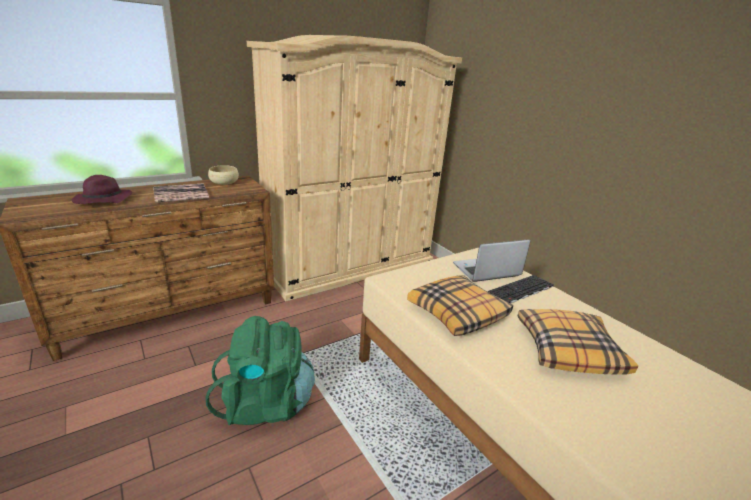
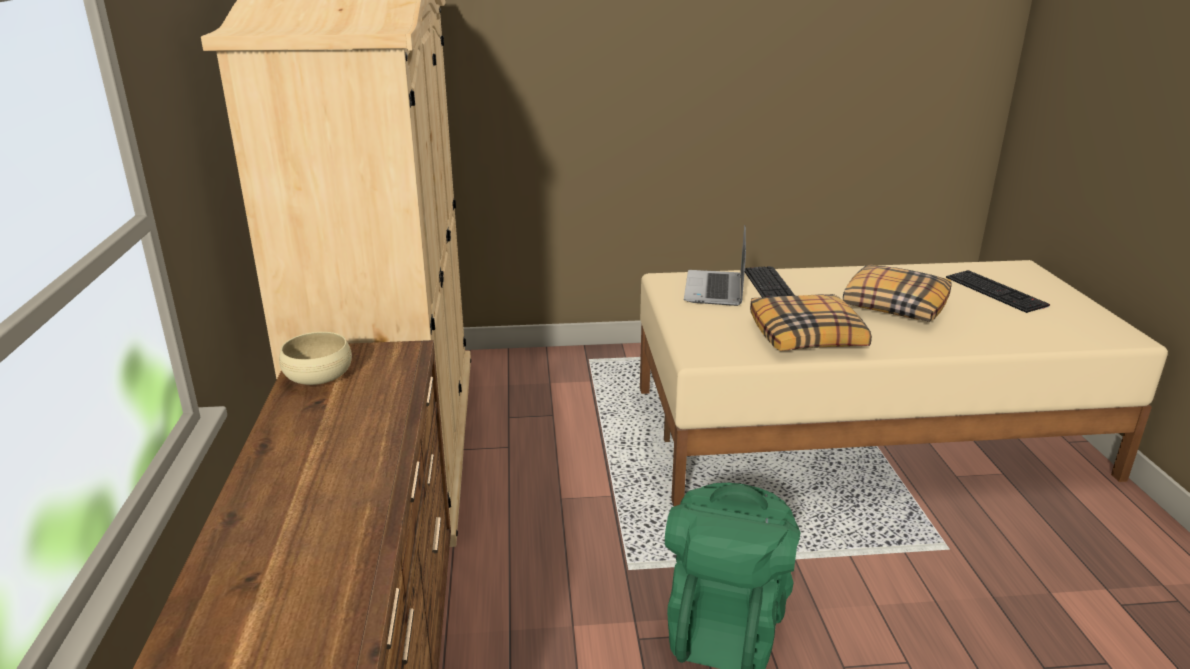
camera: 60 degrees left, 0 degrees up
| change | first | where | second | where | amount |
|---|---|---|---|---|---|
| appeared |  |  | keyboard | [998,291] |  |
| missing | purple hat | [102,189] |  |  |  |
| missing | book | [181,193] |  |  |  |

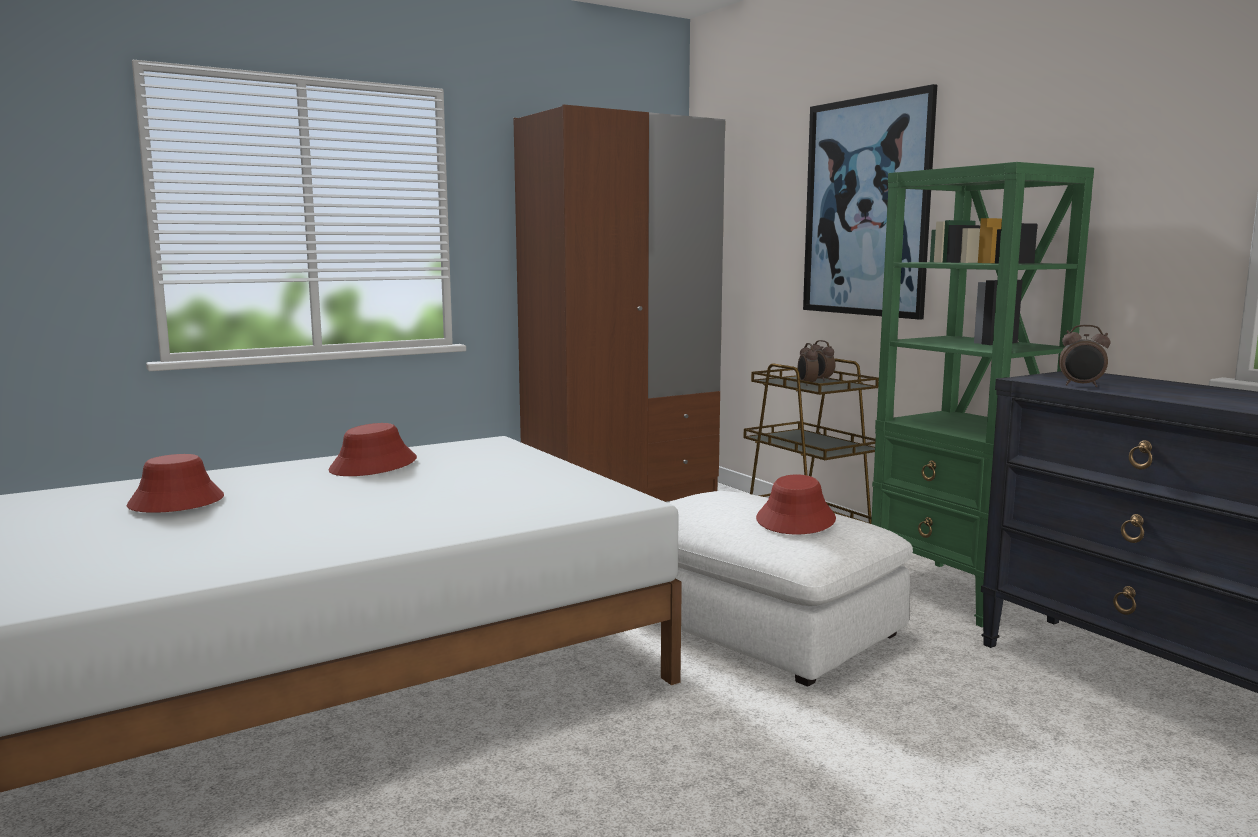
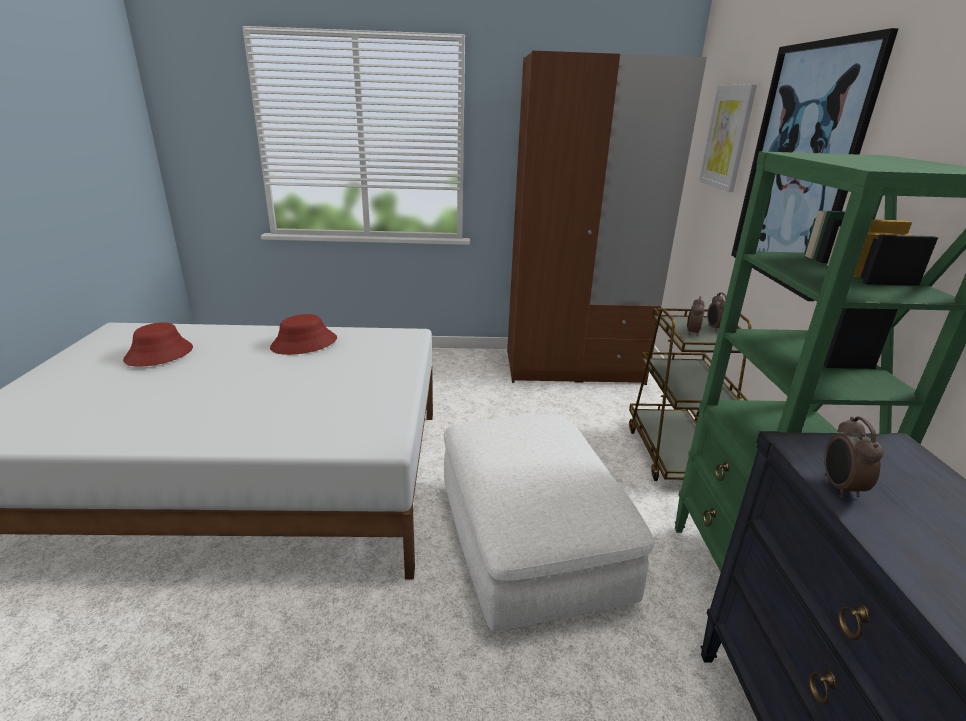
camera: 30 degrees right, 15 degrees up
| change | first | where | second | where | amount |
|---|---|---|---|---|---|
| appeared |  |  | picture | [728,138] |  |
| spun | alarm clock | [1085,356] |  | [854,457] | 45 degrees clockwise |
| missing | red hat | [796,504] |  |  |  |

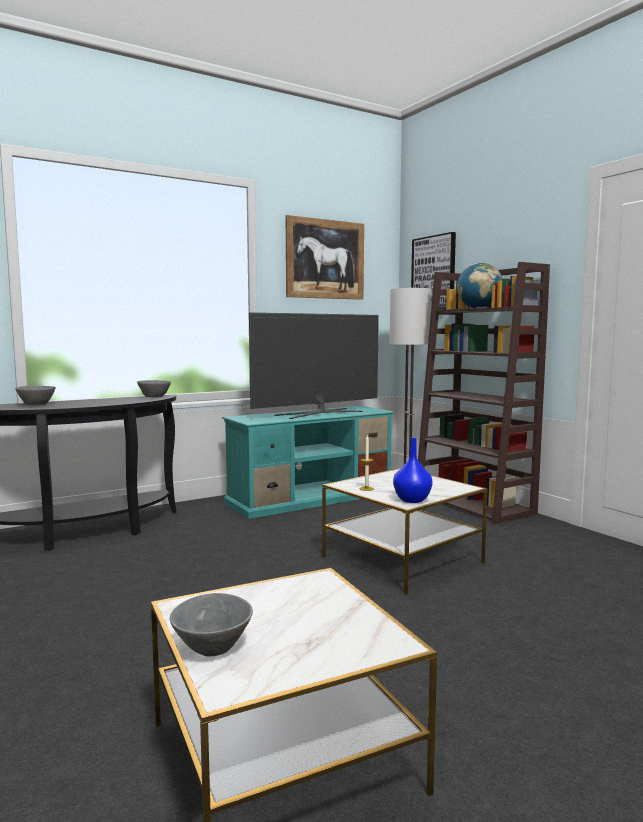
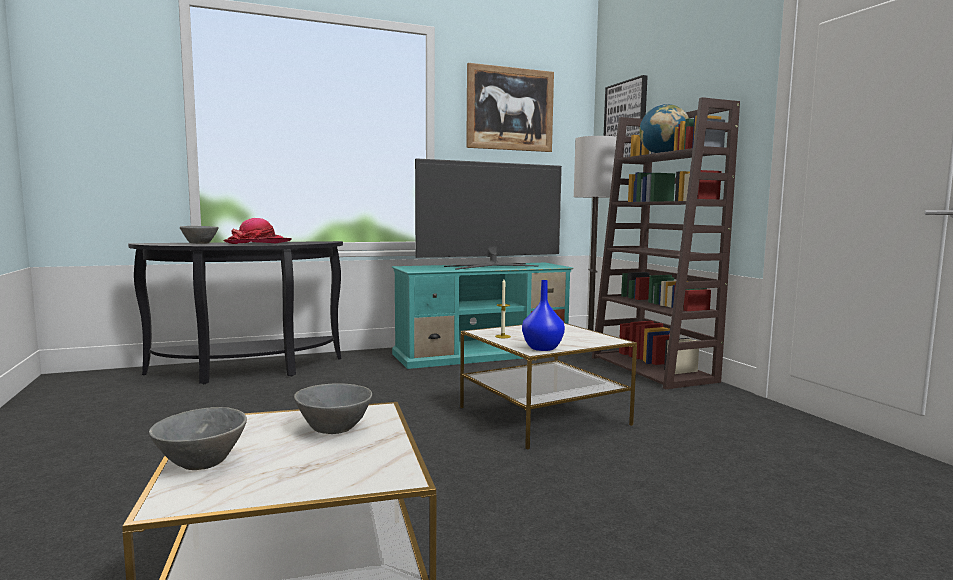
camera: 10 degrees right, 0 degrees up
| change | first | where | second | where | amount |
|---|---|---|---|---|---|
| appeared |  |  | hat | [257,231] |  |
| relocated | grey bowl | [154,389] |  | [333,408] |  |

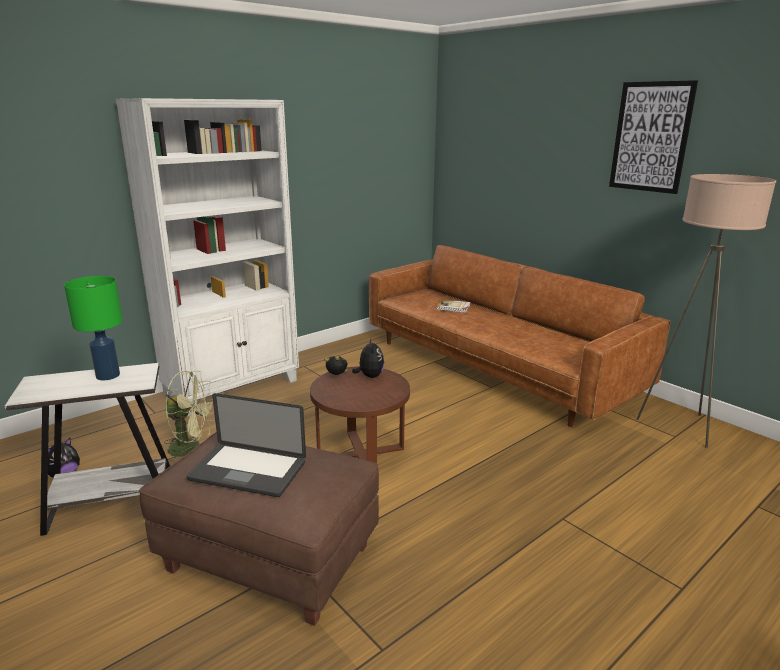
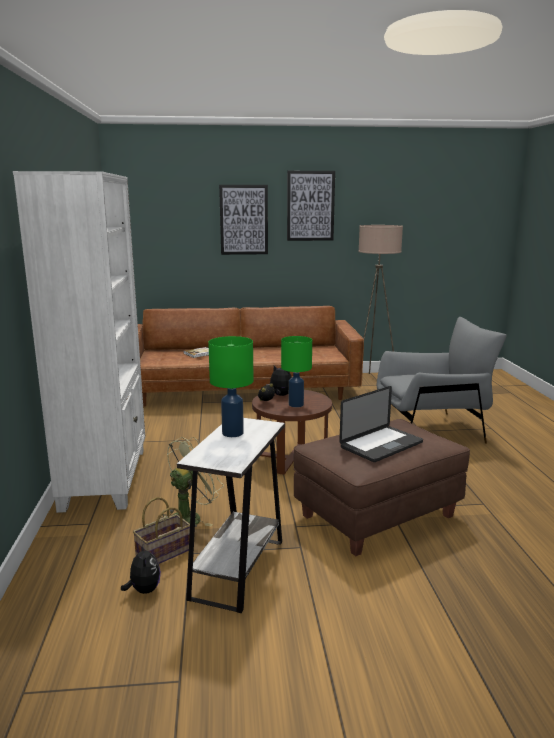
camera: 55 degrees left, 5 degrees down
| change | first | where | second | where | amount |
|---|---|---|---|---|---|
| appeared |  |  | basket | [161,530] |  |
| appeared |  |  | picture | [243,220] |  |
| appeared |  |  | green table lamp | [296,371] |  |
| appeared |  |  | grey armchair | [442,380] |  |

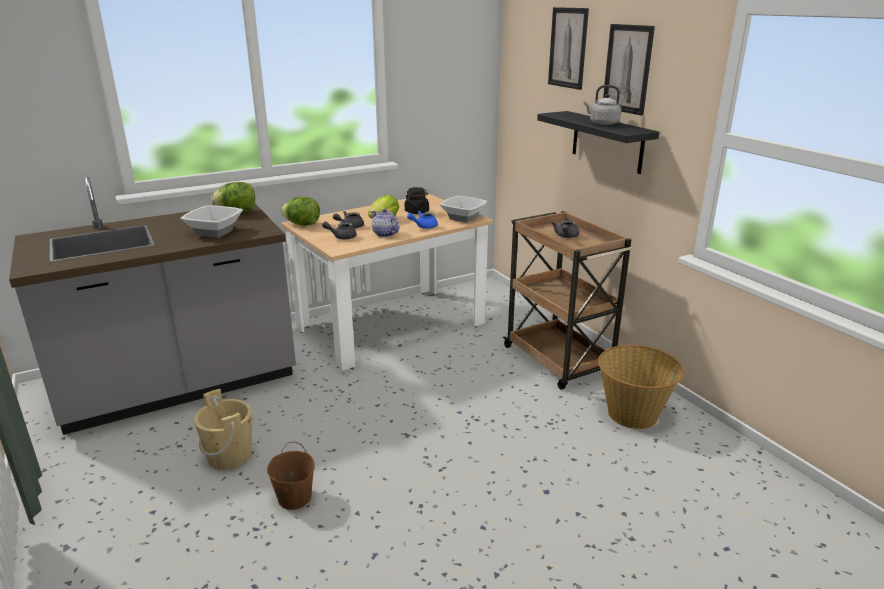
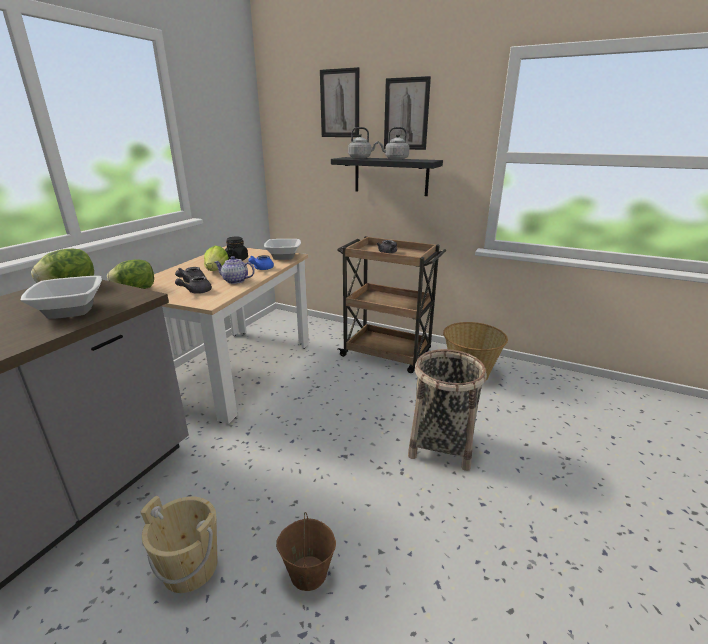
camera: 35 degrees left, 0 degrees up
| change | first | where | second | where | amount |
|---|---|---|---|---|---|
| appeared |  |  | grey kettle | [363,143] |  |
| appeared |  |  | basket | [447,410] |  |

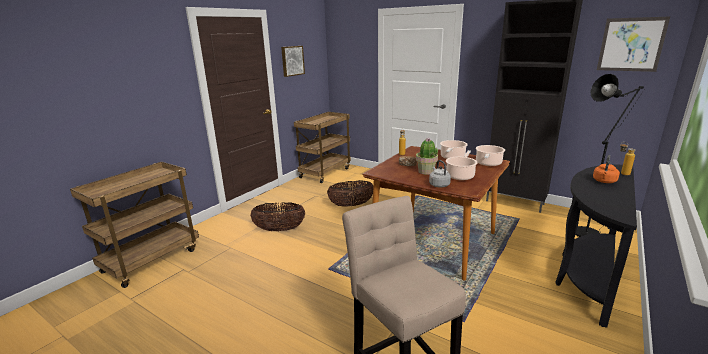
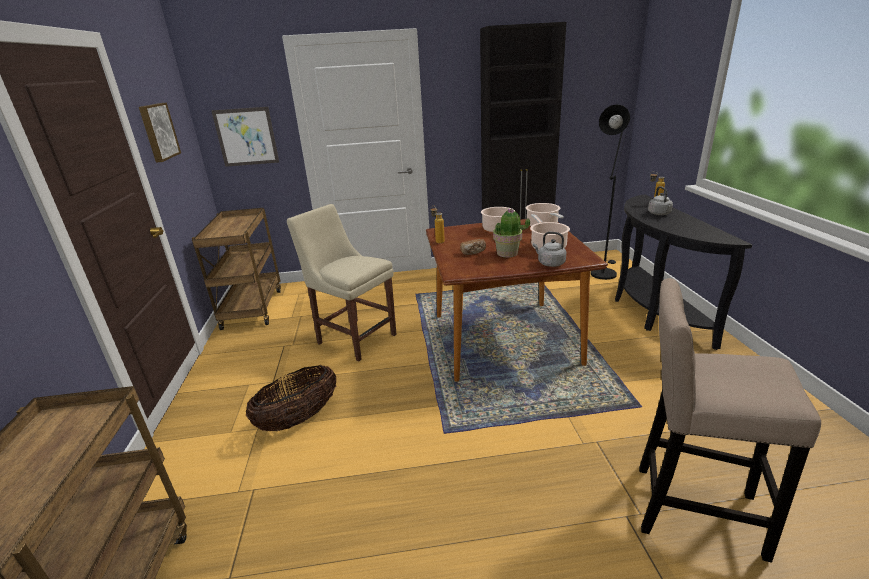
camera: 40 degrees left, 5 degrees up
| change | first | where | second | where | amount |
|---|---|---|---|---|---|
| relocated | picture | [633,44] |  | [245,137] |  |
| exchanged | basket | [350,193] | beige chair | [342,282] |  |
| colour | orange kettle | [606,169] | grey kettle | [660,200] |  |

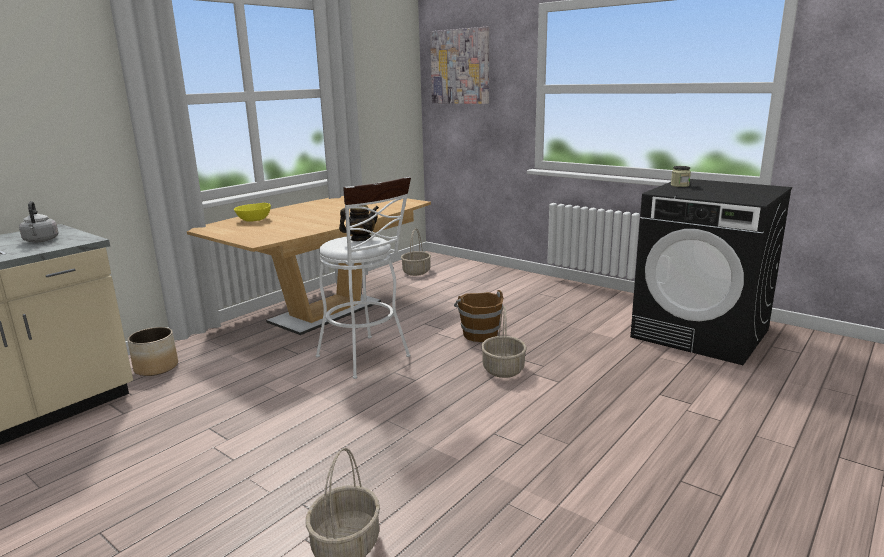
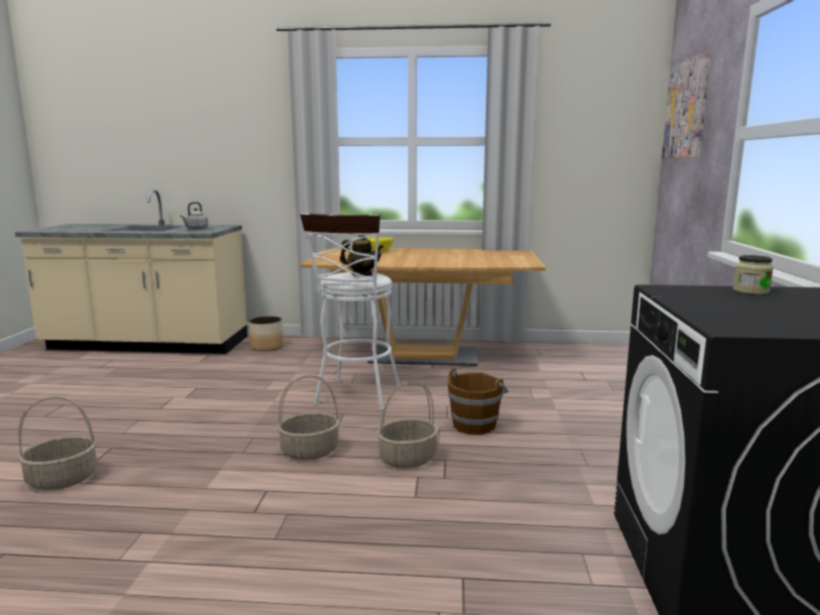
camera: 55 degrees right, 5 degrees down
| change | first | where | second | where | amount |
|---|---|---|---|---|---|
| relocated | basket | [416,252] |  | [308,417] |  |

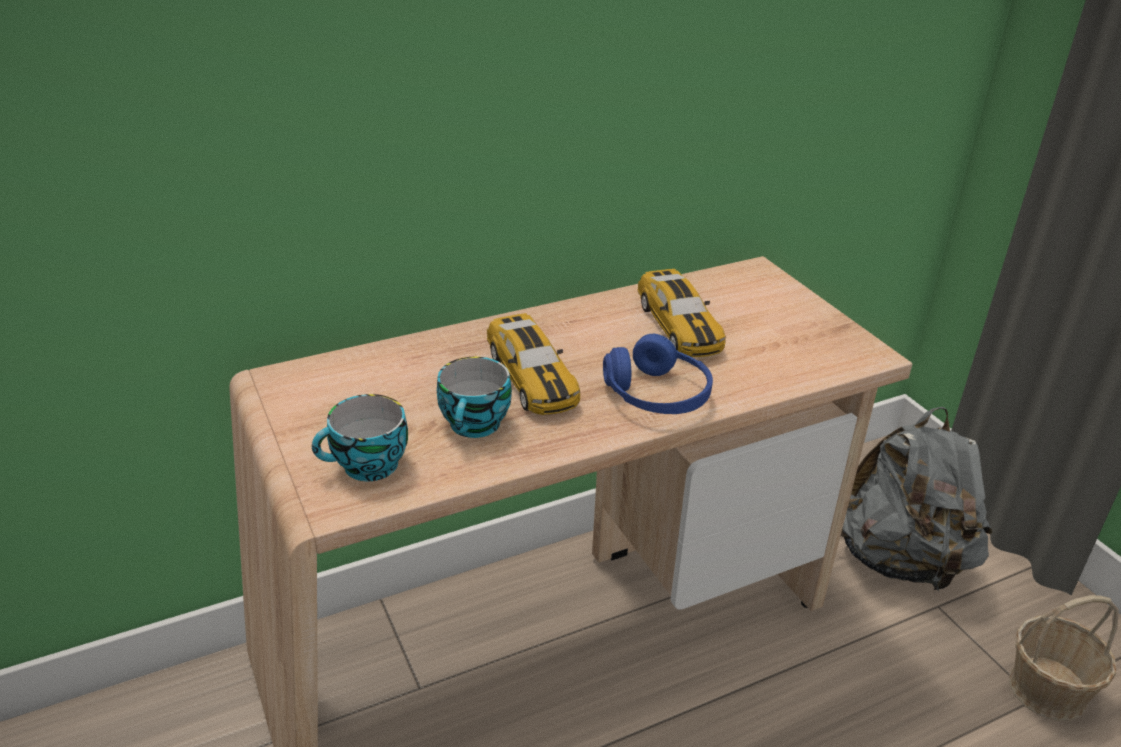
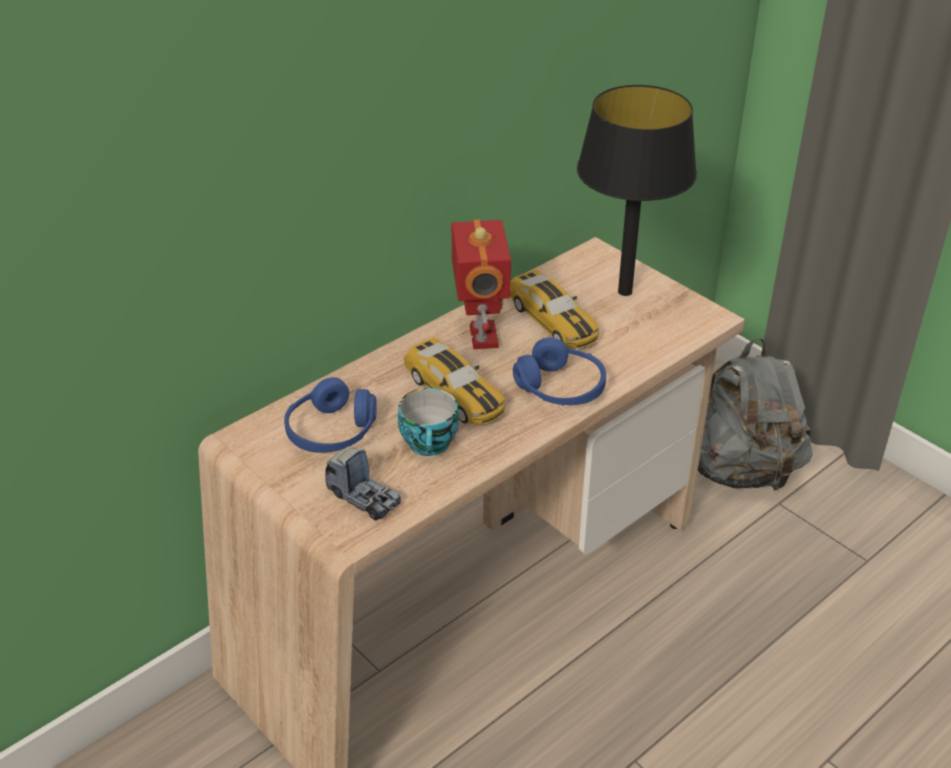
camera: 15 degrees left, 5 degrees up
| change | first | where | second | where | amount |
|---|---|---|---|---|---|
| appeared |  |  | blue headphones | [330,415] |  |
| exchanged | cup | [360,437] | toy truck | [363,483] |  |
| appeared |  |  | toy robot | [481,284] |  |
| appeared |  |  | black table lamp | [637,190] |  |
| missing | basket | [1064,658] |  |  |  |

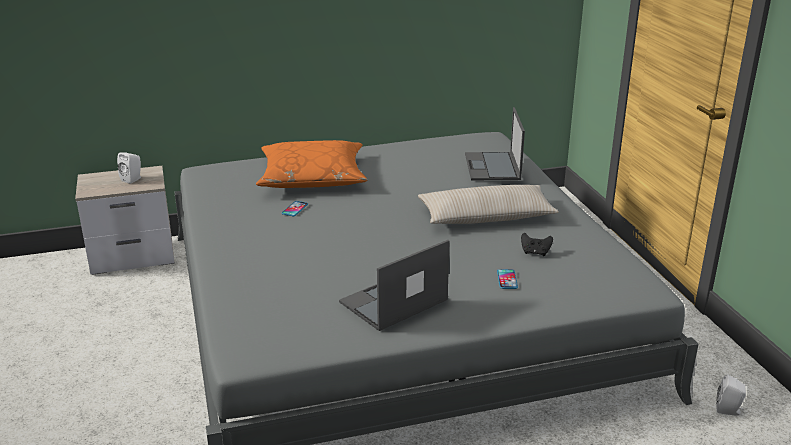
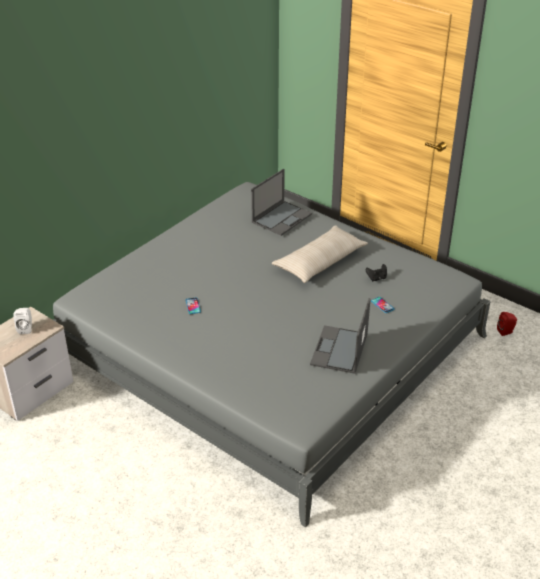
camera: 35 degrees left, 10 degrees up
| change | first | where | second | where | amount |
|---|---|---|---|---|---|
| spun | laptop | [495,143] |  | [281,202] | 105 degrees counterclockwise |
| colour | white speaker | [731,395] | red speaker | [507,324] |  |
| missing | orange pillow | [312,164] |  |  |  |

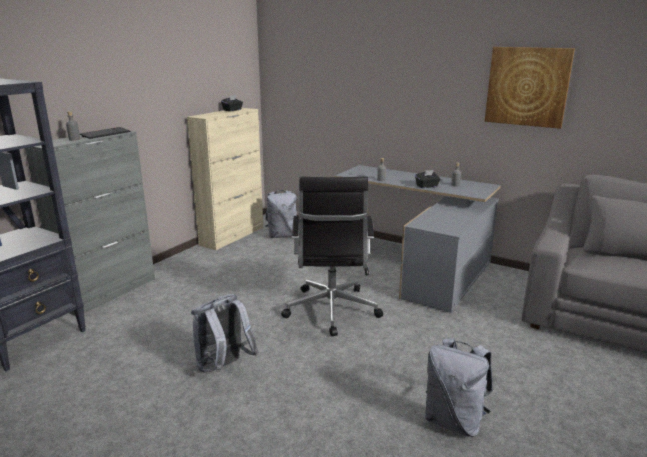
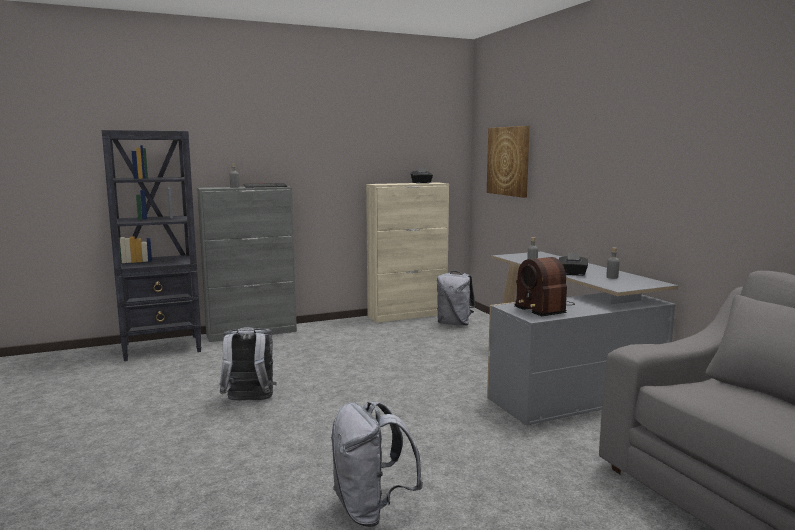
camera: 35 degrees right, 10 degrees down
| change | first | where | second | where | amount |
|---|---|---|---|---|---|
| relocated | picture | [529,88] |  | [508,162] |  |
| appeared |  |  | radio | [544,286] |  |
| missing | black office chair | [332,256] |  |  |  |

